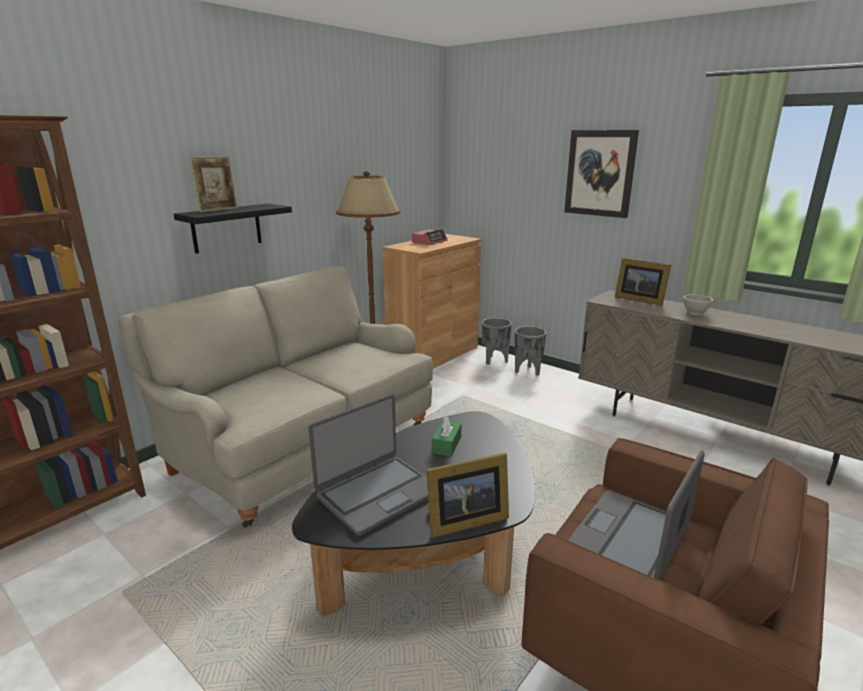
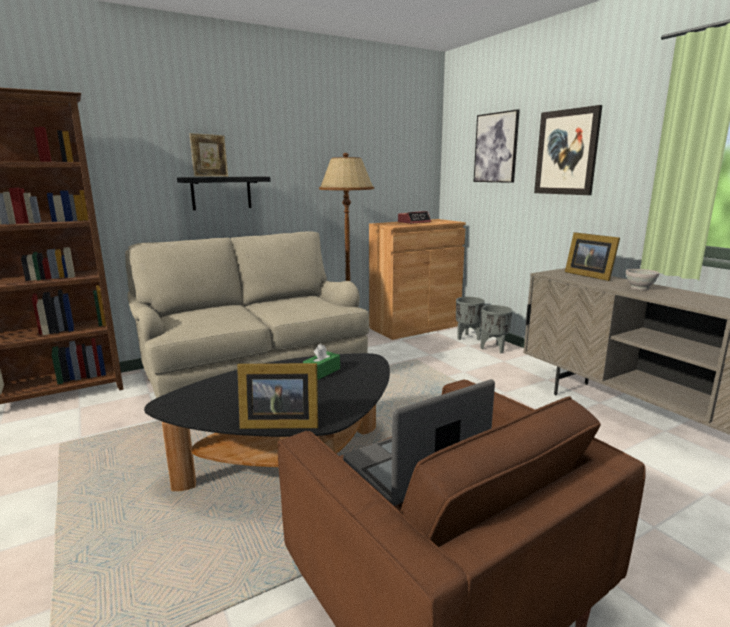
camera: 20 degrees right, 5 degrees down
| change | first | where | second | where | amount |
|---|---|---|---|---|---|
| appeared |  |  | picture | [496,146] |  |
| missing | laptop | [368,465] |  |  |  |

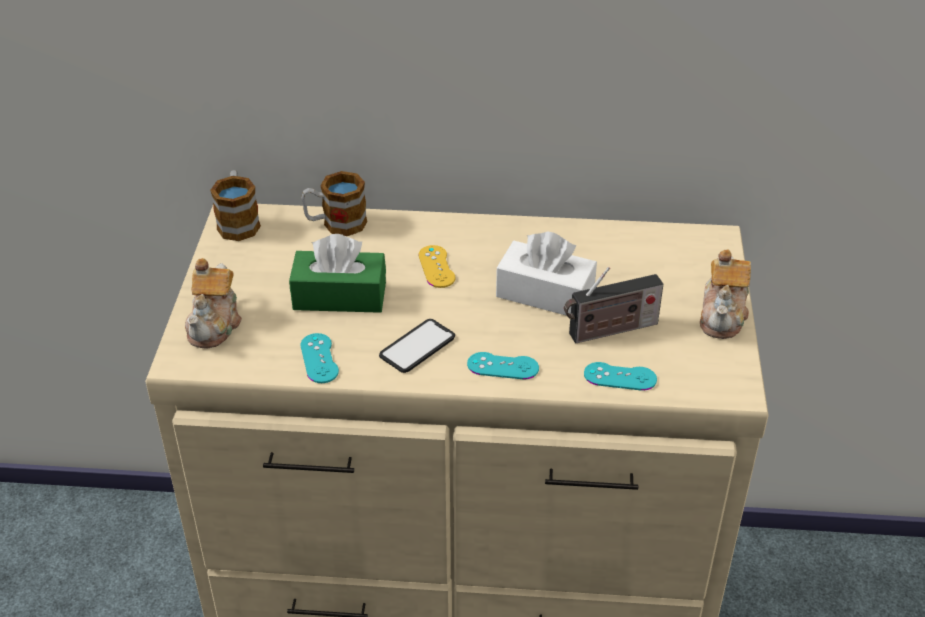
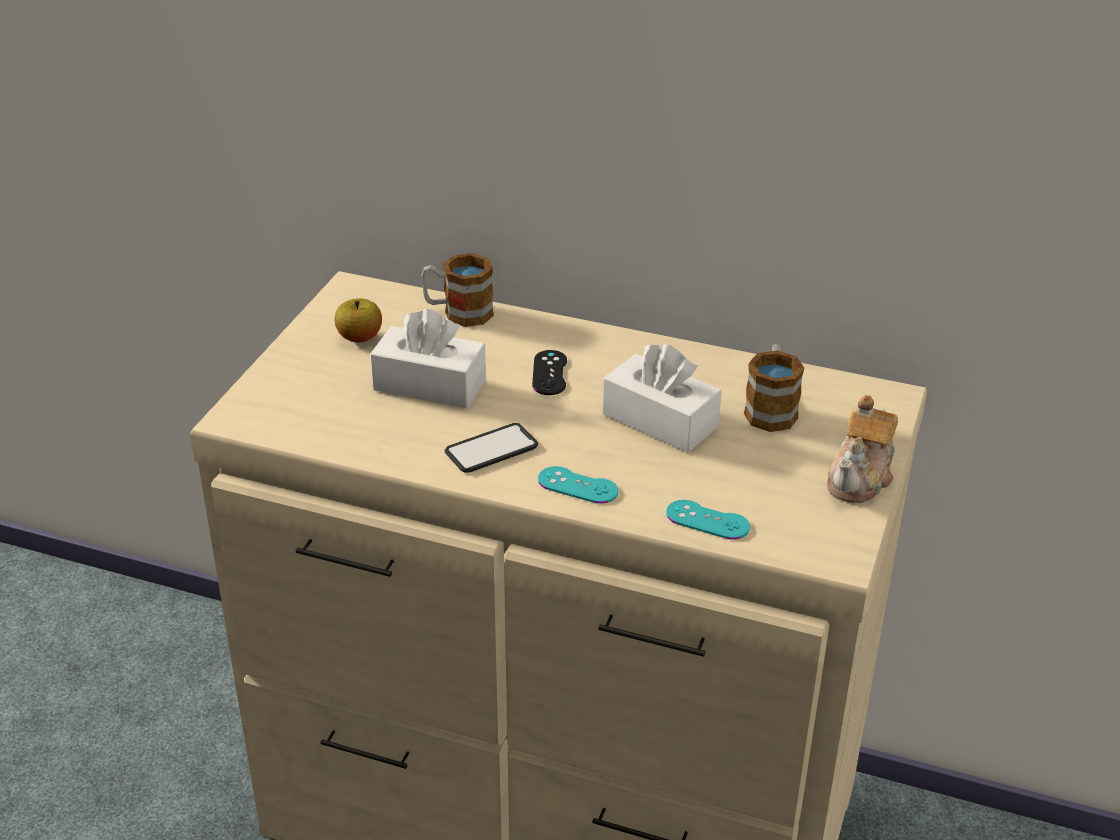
camera: 15 degrees right, 5 degrees down
| change | first | where | second | where | amount |
|---|---|---|---|---|---|
| appeared |  |  | apple | [358,320] |  |
| colour | green tissue box | [337,273] | white tissue box | [428,358] |  |
| colour | yellow game controller | [436,266] | black game controller | [549,372] |  |
| relocated | mug | [235,205] |  | [774,388] |  |
| missing | teapot | [213,303] |  |  |  |
| missing | turquoise game controller | [319,358] |  |  |  |
| missing | radio | [613,305] |  |  |  |

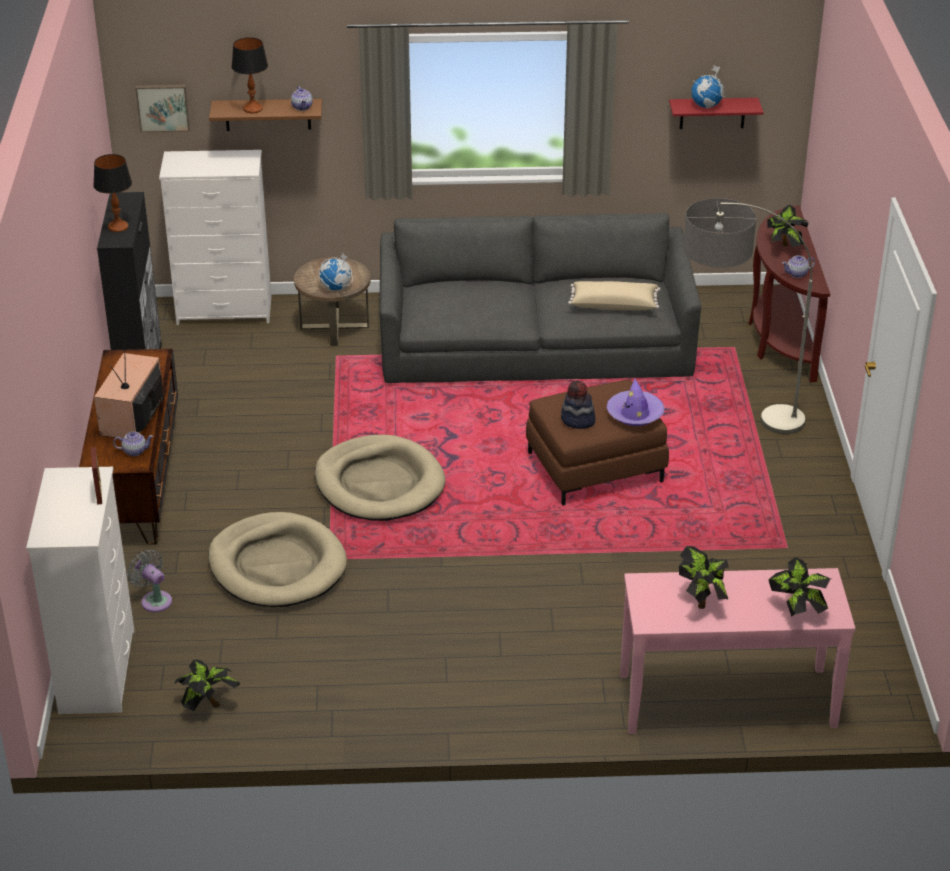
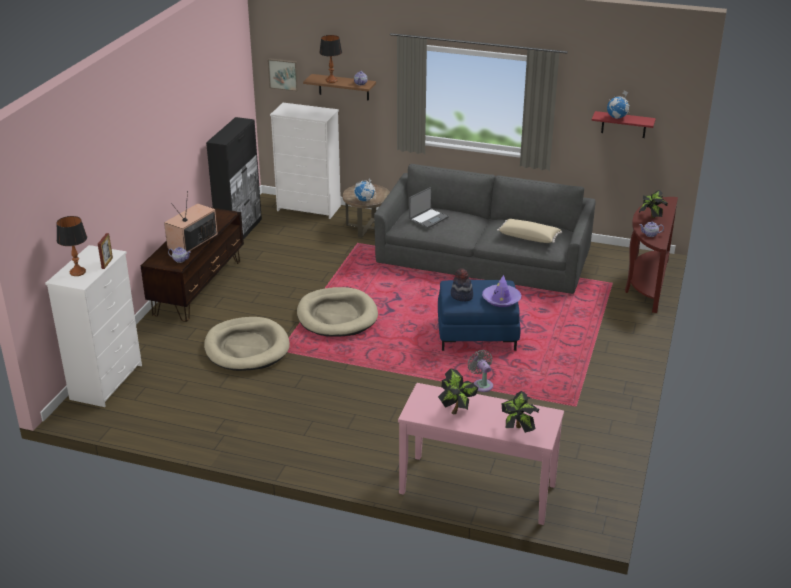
camera: 20 degrees right, 5 degrees down
| change | first | where | second | where | amount |
|---|---|---|---|---|---|
| relocated | table lamp | [112,193] |  | [71,246] |  |
| appeared |  |  | laptop | [429,208] |  |
| colour | brown ottoman | [597,443] | blue ottoman | [479,315] |  |
| relocated | grey fan | [149,580] |  | [480,371] |  |
| missing | potted plant | [207,685] |  |  |  |
| missing | floor lamp | [748,316] |  |  |  |

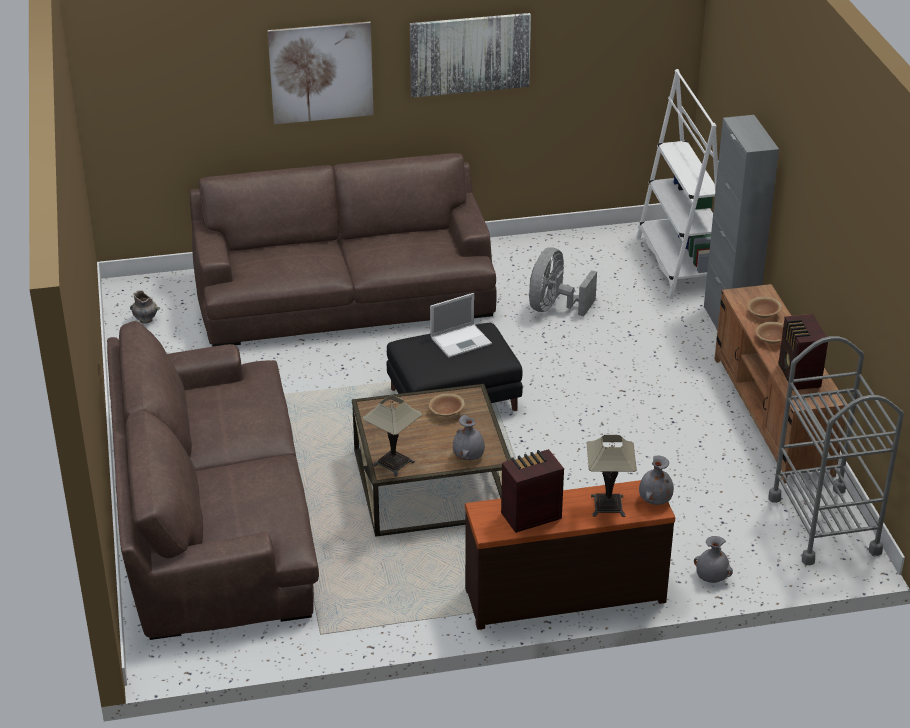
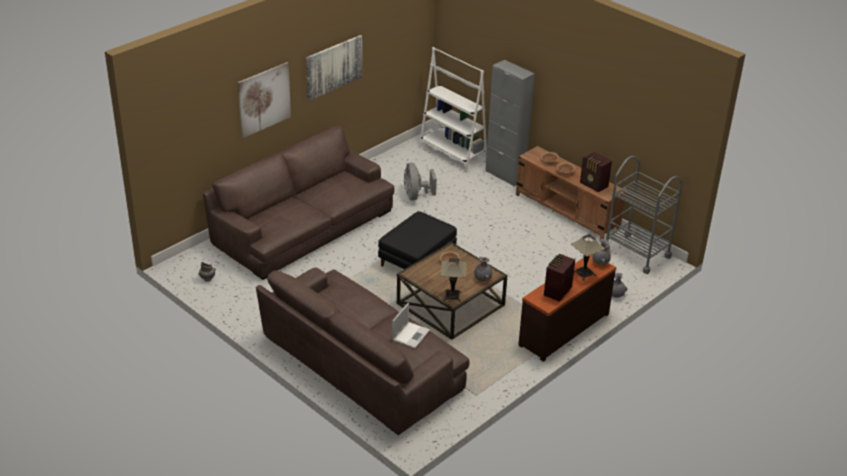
camera: 35 degrees left, 0 degrees up
| change | first | where | second | where | amount |
|---|---|---|---|---|---|
| relocated | laptop | [461,325] |  | [411,326] |  |

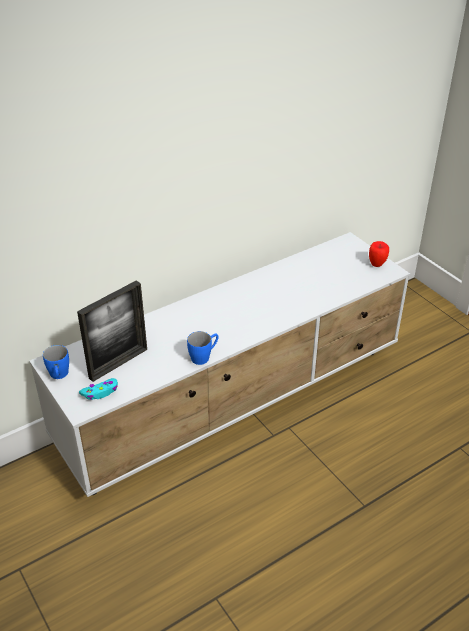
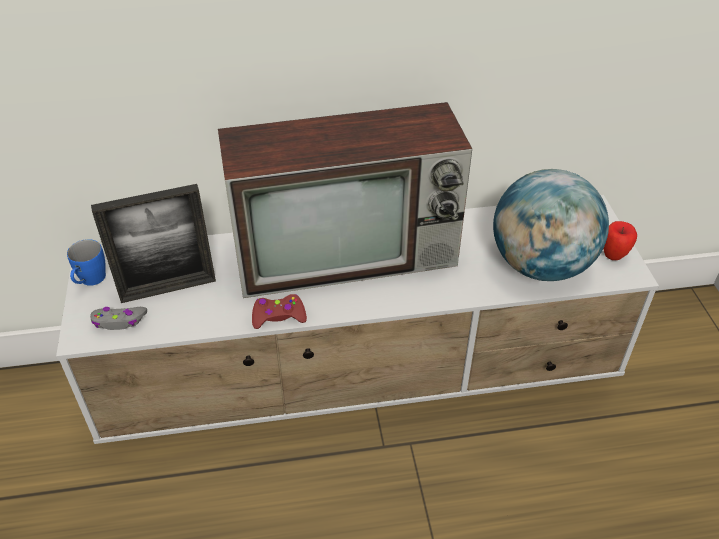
camera: 25 degrees right, 5 degrees up
| change | first | where | second | where | amount |
|---|---|---|---|---|---|
| colour | turquoise game controller | [98,389] | grey game controller | [118,318] |  |
| appeared |  |  | television | [345,200] |  |
| exchanged | blue mug | [203,348] | red game controller | [279,311] |  |
| appeared |  |  | globe | [551,225] |  |

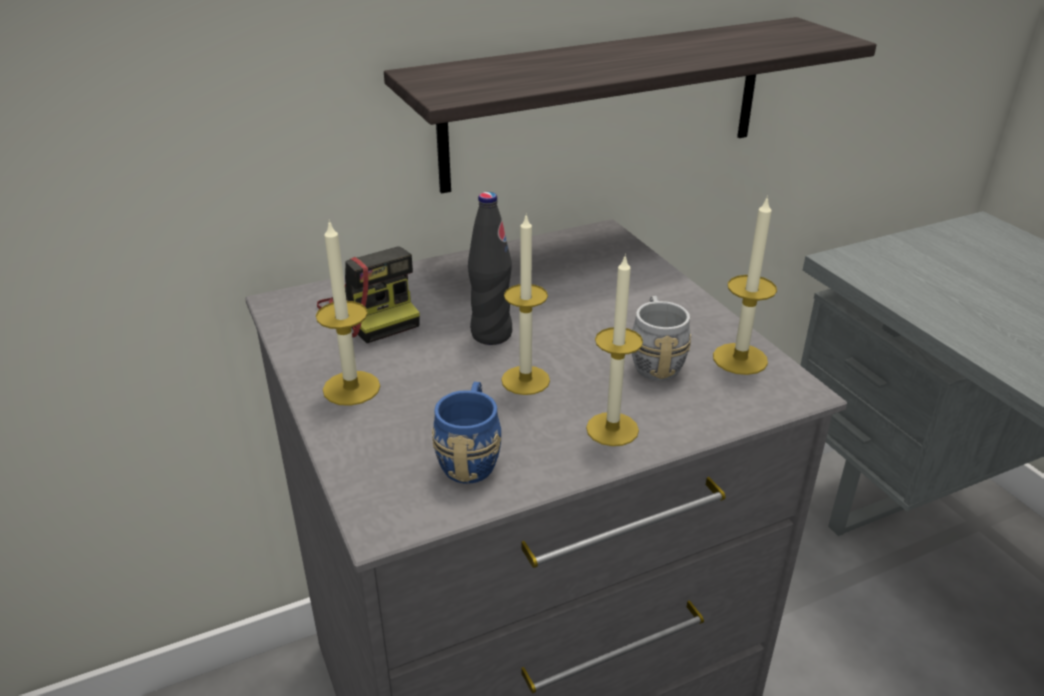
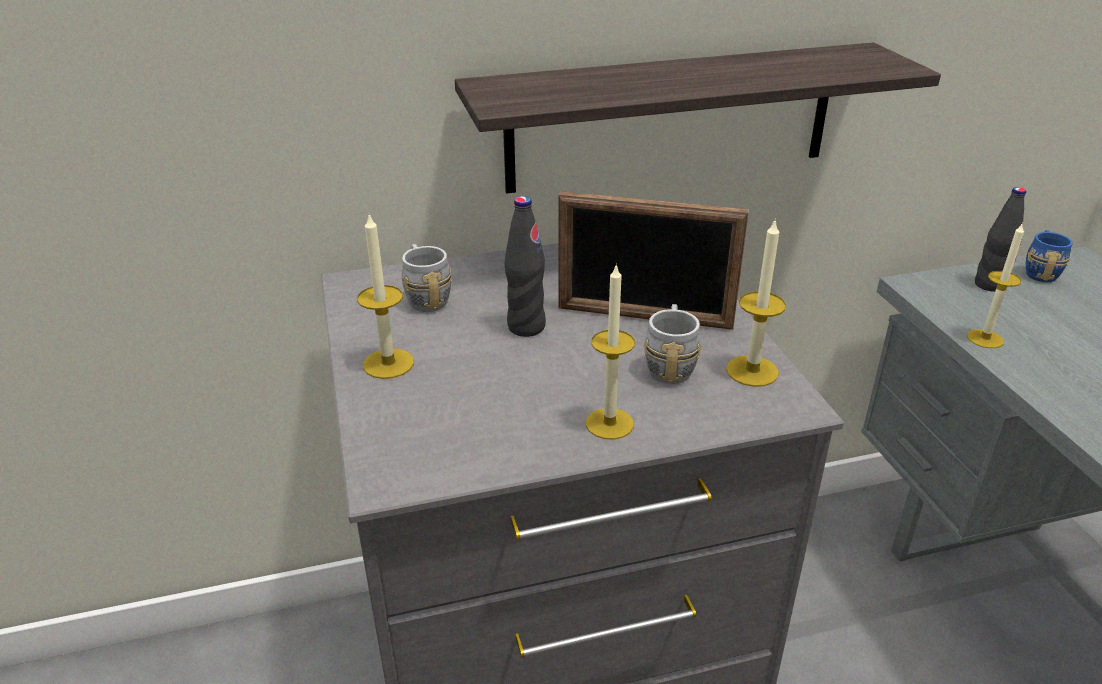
camera: 10 degrees right, 0 degrees up
| change | first | where | second | where | amount |
|---|---|---|---|---|---|
| exchanged | photo camera | [368,294] | grey mug | [427,278] |  |
| appeared |  |  | picture frame | [653,260] |  |
| relocated | candle | [525,304] |  | [995,285] |  |
| appeared |  |  | black bottle | [1000,239] |  |
| relocated | blue mug | [466,433] |  | [1049,256] |  |

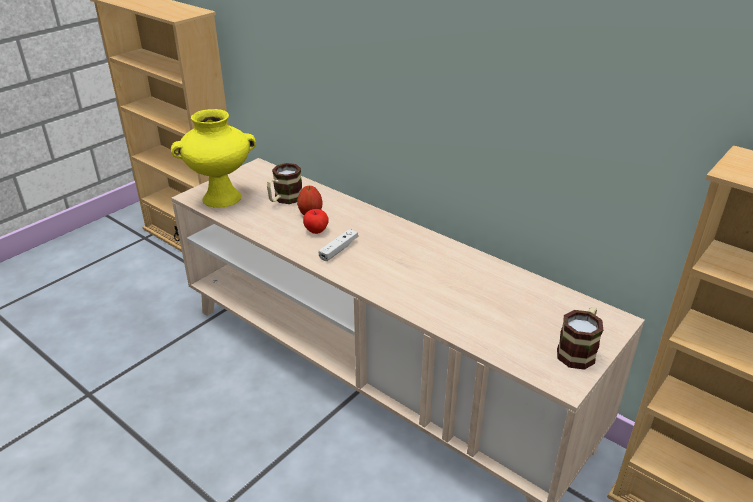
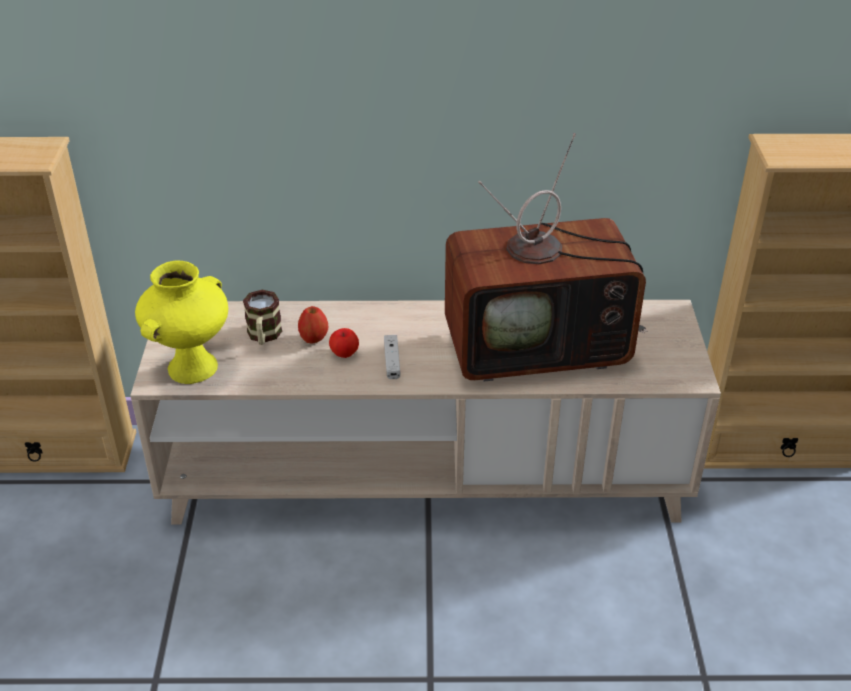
camera: 40 degrees left, 5 degrees up
| change | first | where | second | where | amount |
|---|---|---|---|---|---|
| appeared |  |  | television | [546,257] |  |
| missing | mug | [580,338] |  |  |  |

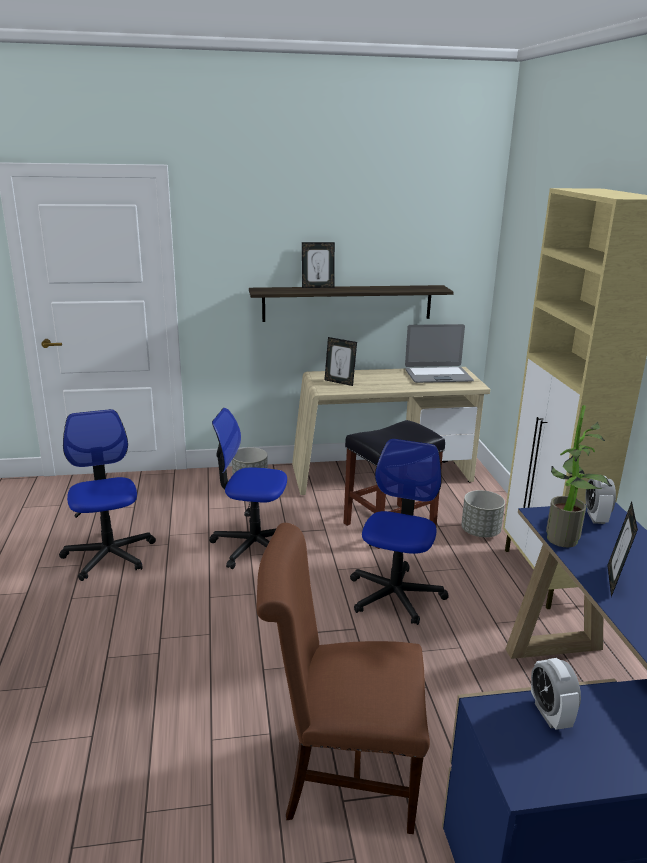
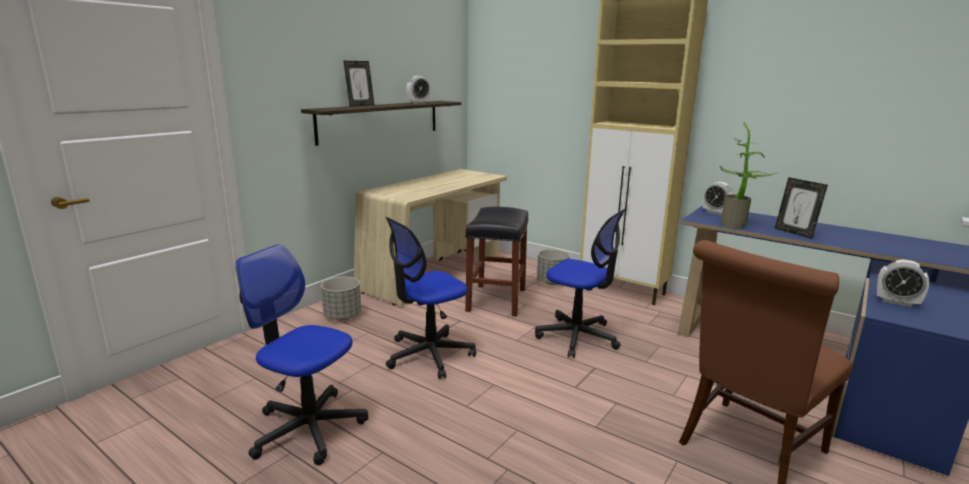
camera: 45 degrees left, 5 degrees down
| change | first | where | second | where | amount |
|---|---|---|---|---|---|
| appeared |  |  | alarm clock | [418,90] |  |
| spun | office chair | [399,532] |  | [580,283] | 150 degrees clockwise |
| missing | picture frame | [340,361] |  |  |  |
| missing | laptop | [439,353] |  |  |  |

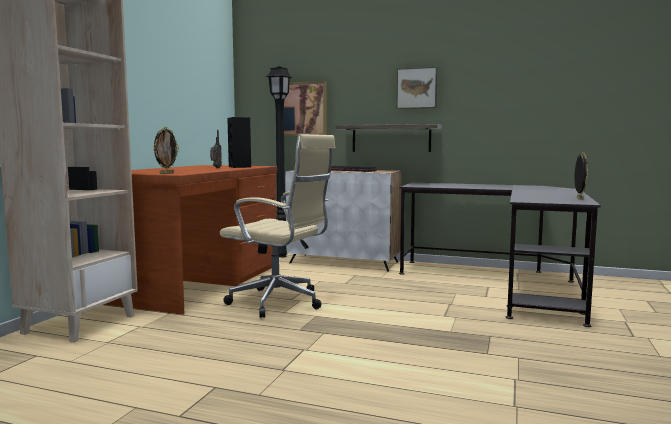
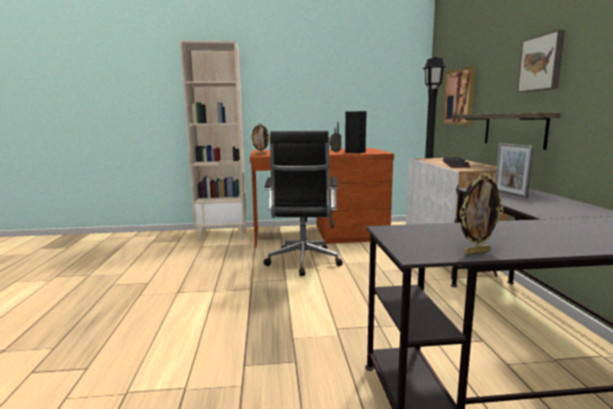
camera: 65 degrees right, 5 degrees up
| change | first | where | second | where | amount |
|---|---|---|---|---|---|
| colour | beige office chair | [278,226] | black office chair | [303,203] |  |
| appeared |  |  | picture frame | [515,170] |  |

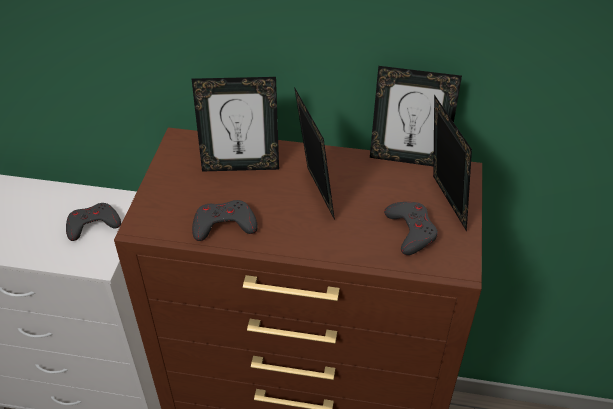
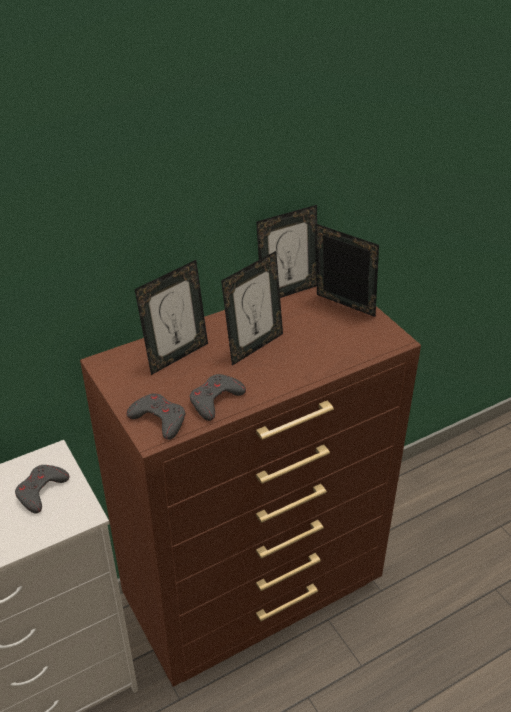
camera: 40 degrees left, 5 degrees down
| change | first | where | second | where | amount |
|---|---|---|---|---|---|
| relocated | grey game controller | [411,228] |  | [155,416] |  |
| spun | picture frame | [314,153] |  | [252,308] | 105 degrees clockwise |

